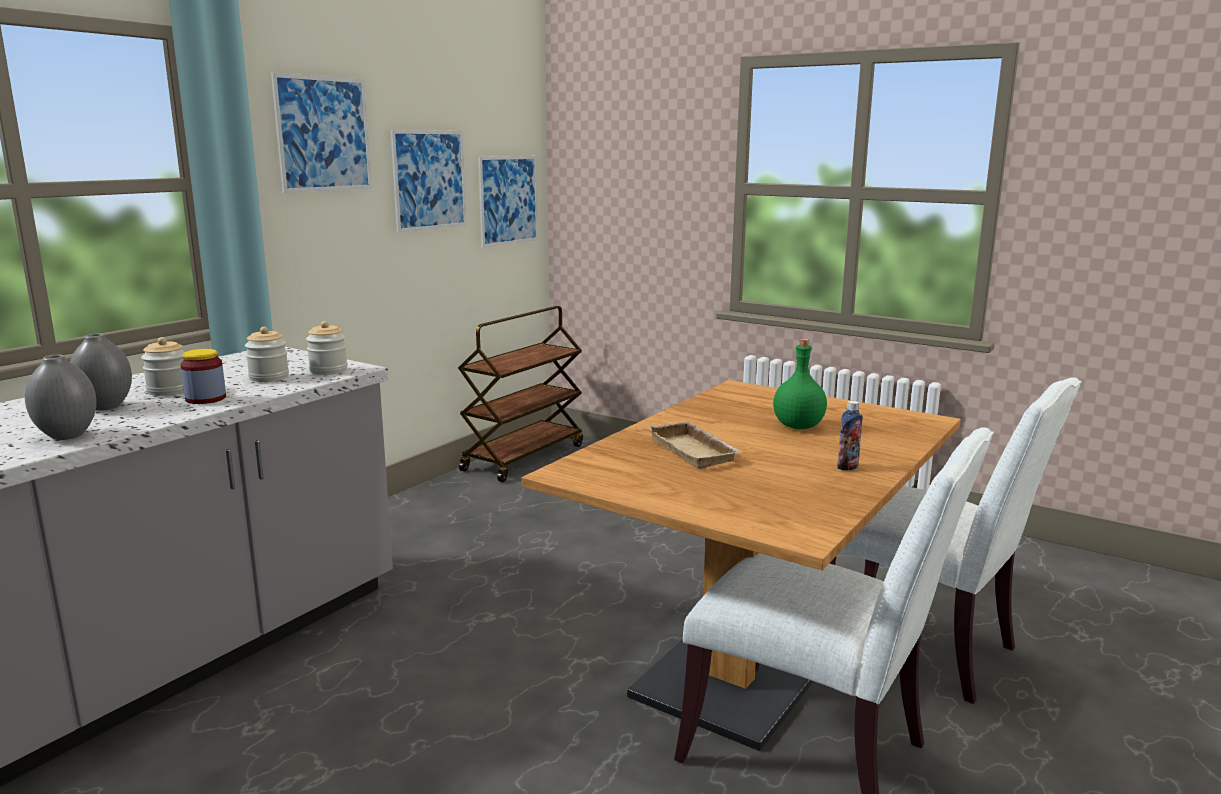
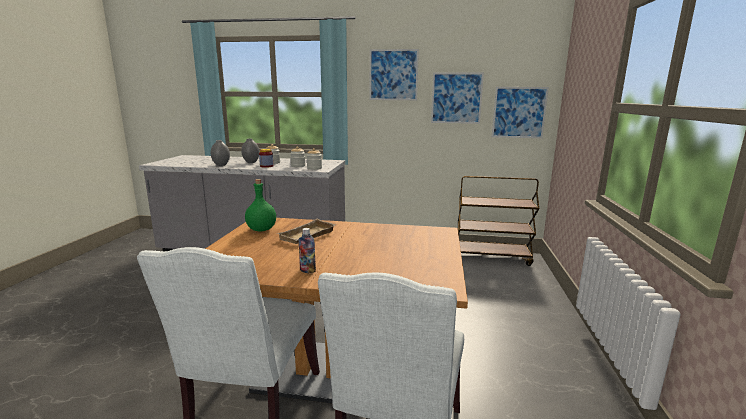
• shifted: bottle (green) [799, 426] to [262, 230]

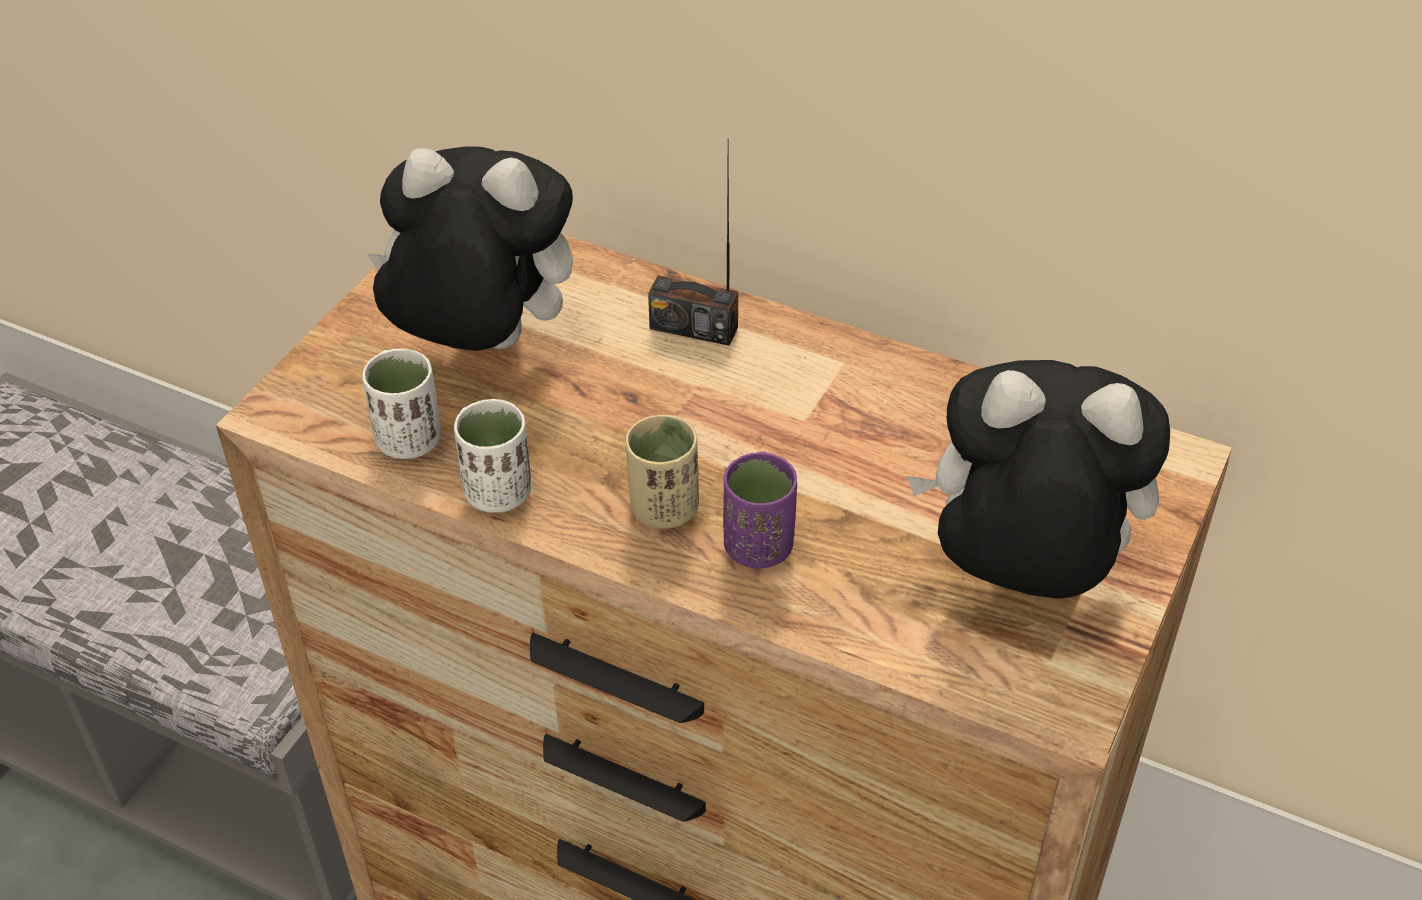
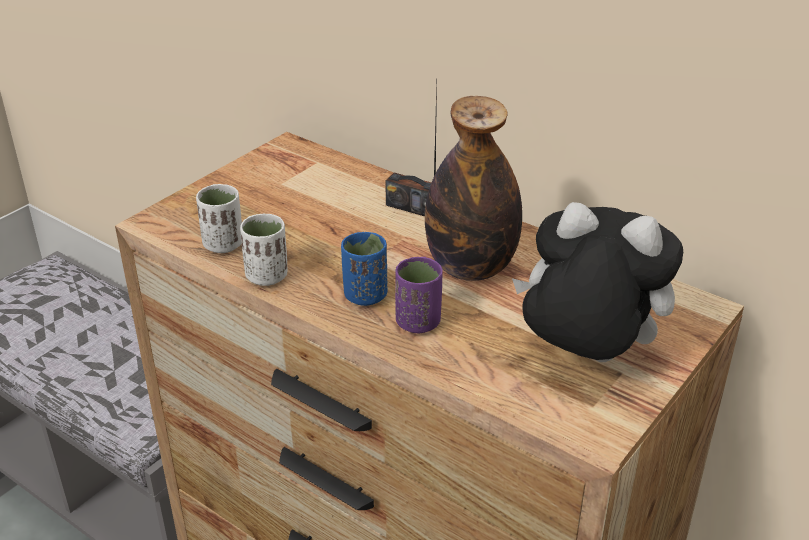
• gone: plush toy [481, 346]
• new: bottle [471, 268]
• repainted: cup (beige) [664, 508] to cup (blue) [365, 296]

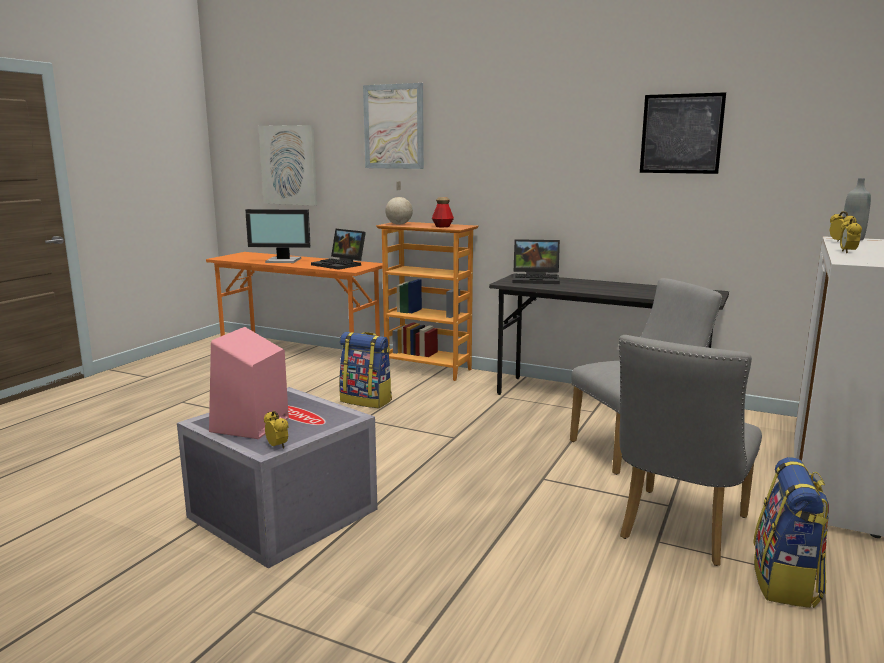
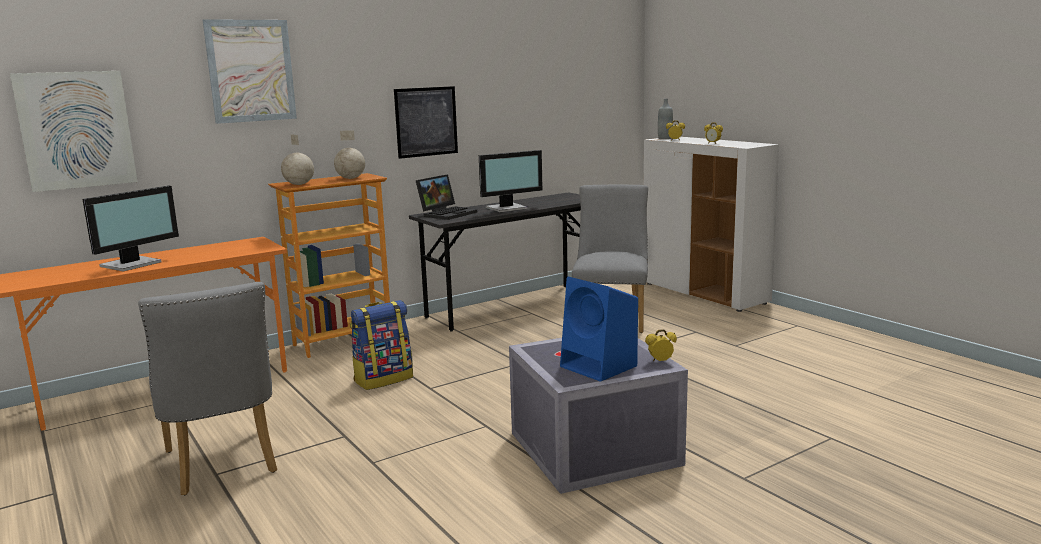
• gone: laptop [340, 264]
• gone: backpack [786, 582]
• new: monitor [507, 208]
• shifted: chair (grey) [678, 531] to [223, 466]
• shifted: picture [681, 134] to [426, 121]
• swapped: bottle [442, 226] to globe [351, 178]
• repainted: speaker (pink) [249, 426] to speaker (blue) [600, 367]

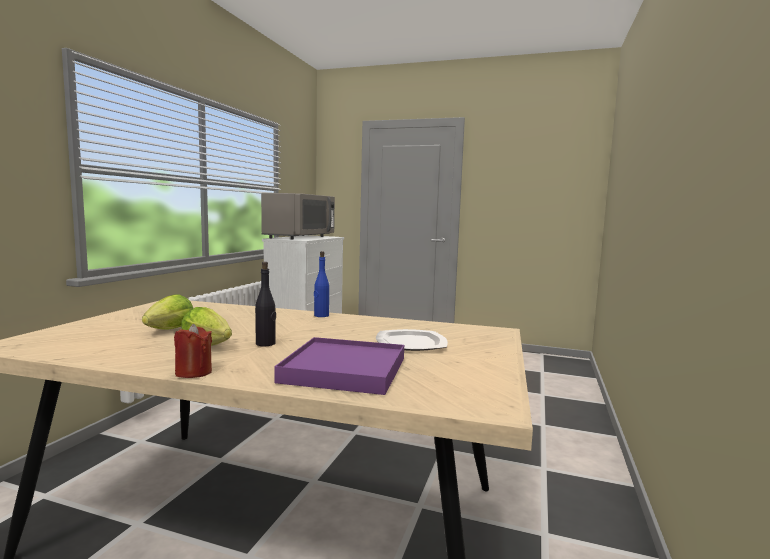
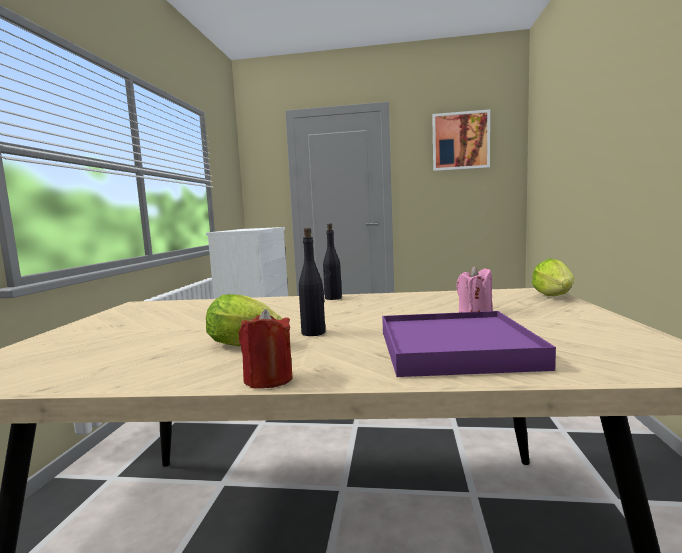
• gone: microwave (grey) [300, 237]
• new: picture [460, 141]
• shifted: lettuce [167, 330] to [555, 297]
• swapped: plate [411, 343] to candle (pink) [474, 311]
• repainted: bottle (blue) [321, 315] to bottle (black) [333, 298]

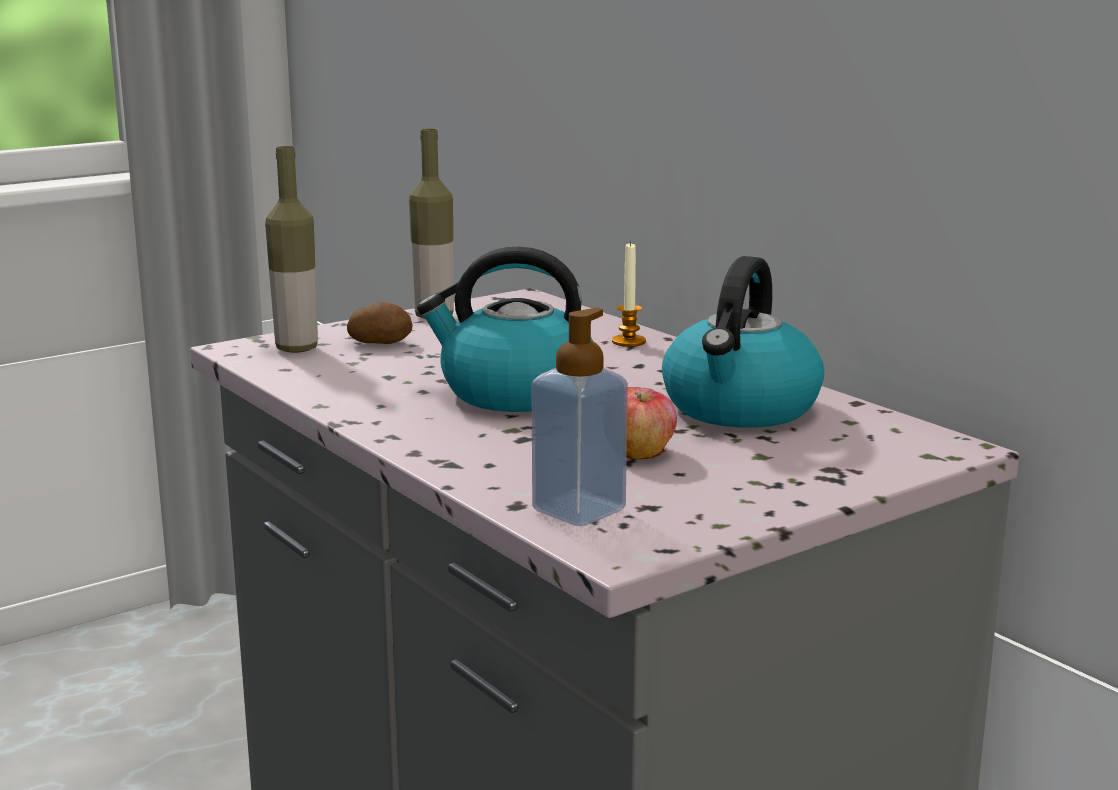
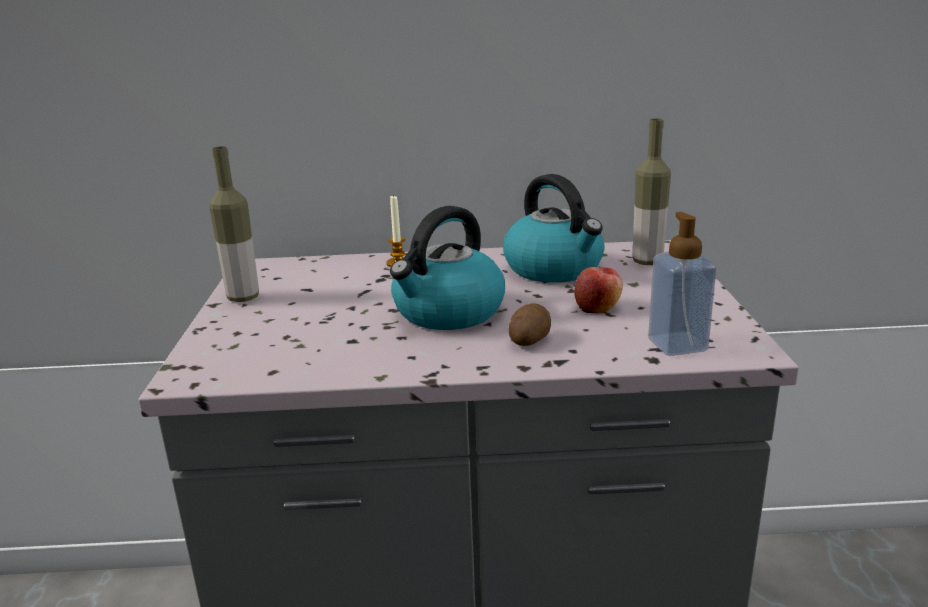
• shifted: bottle [297, 348] to [647, 262]
• shifted: potato [380, 342] to [529, 340]

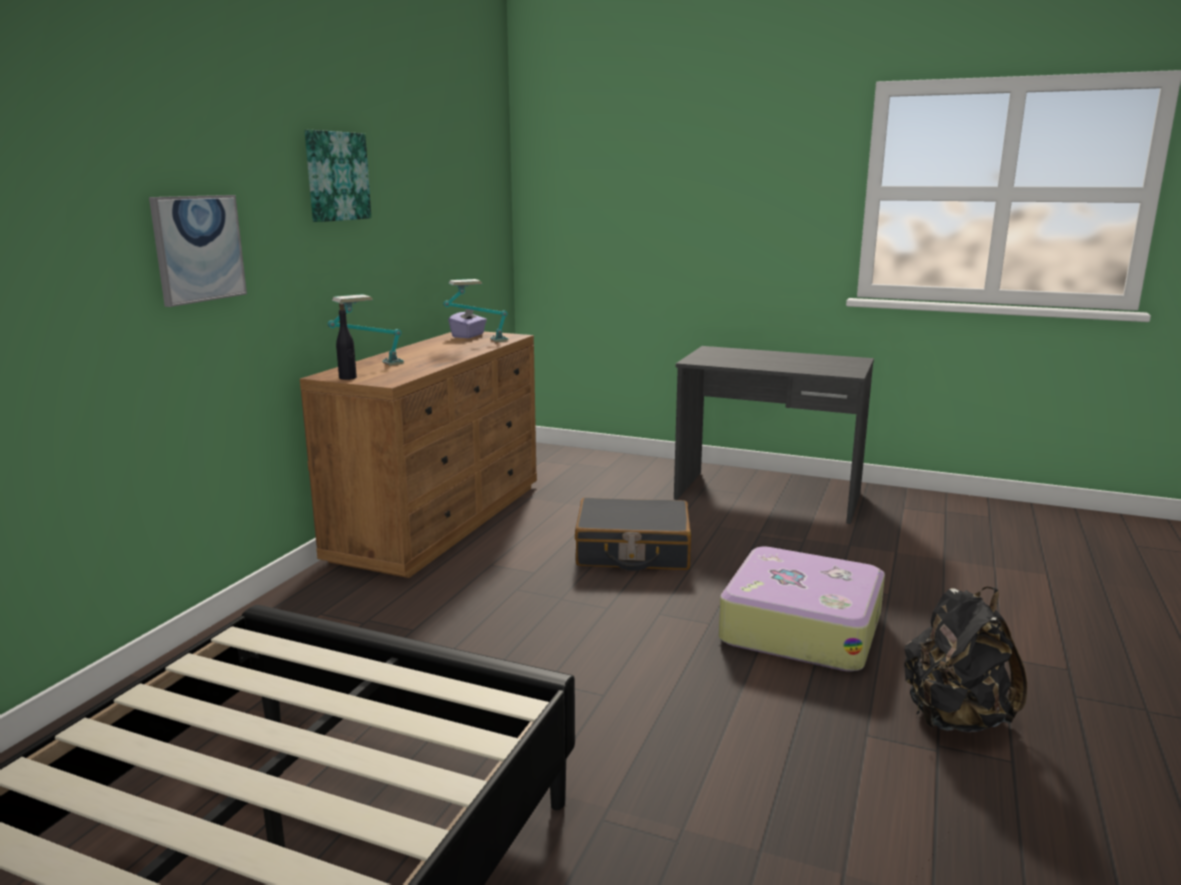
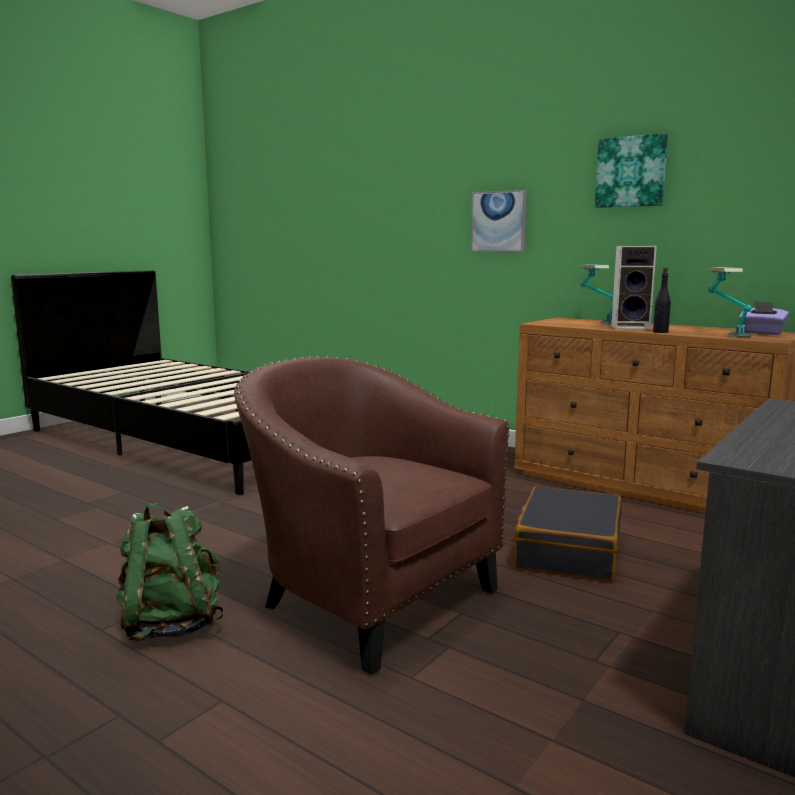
• new: speaker [631, 327]
• shifted: bottle (black) [348, 378] to [660, 332]
• swapped: suitcase [800, 626] to armchair (brown) [367, 598]
• repainted: backpack (black) [954, 718] to backpack (green) [171, 625]

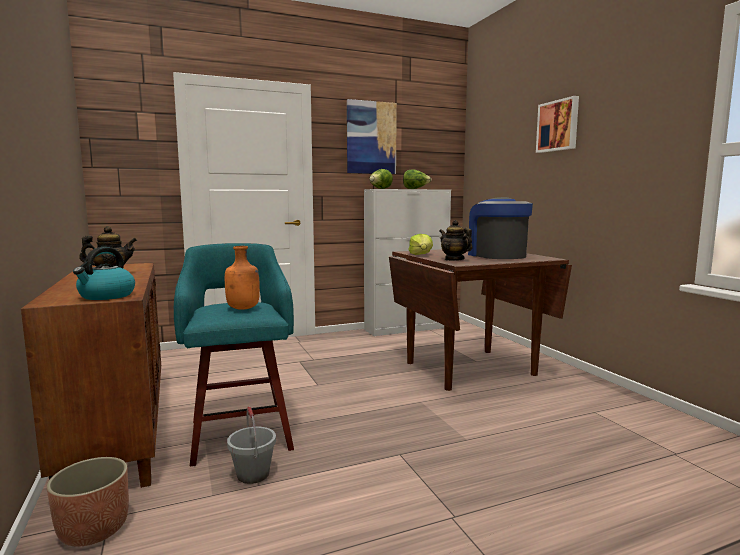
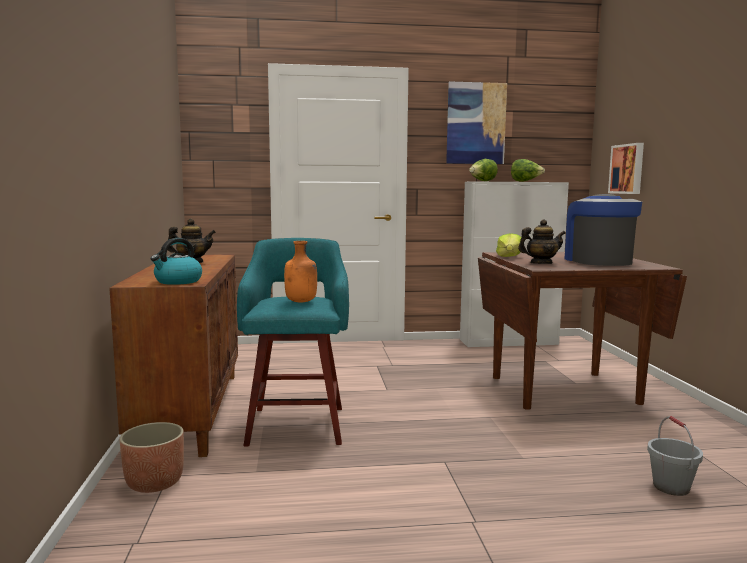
• shifted: bucket (grey) [253, 474] to [671, 487]
• shifted: picture [558, 126] to [627, 169]
• rotated: teapot [454, 259] = [540, 263] 105 degrees clockwise

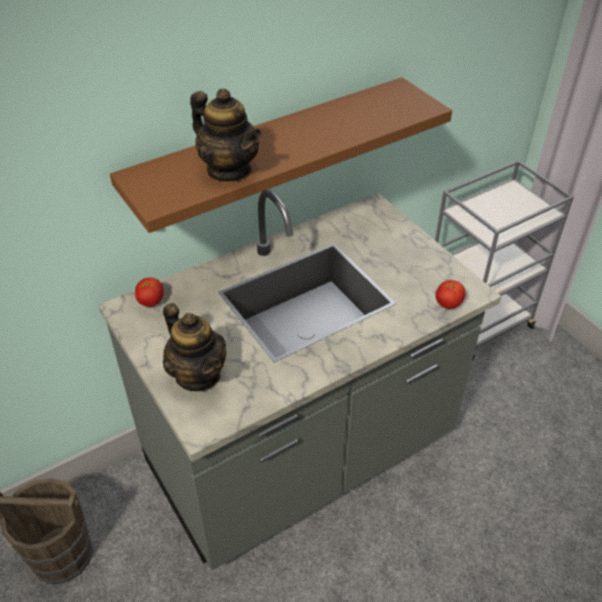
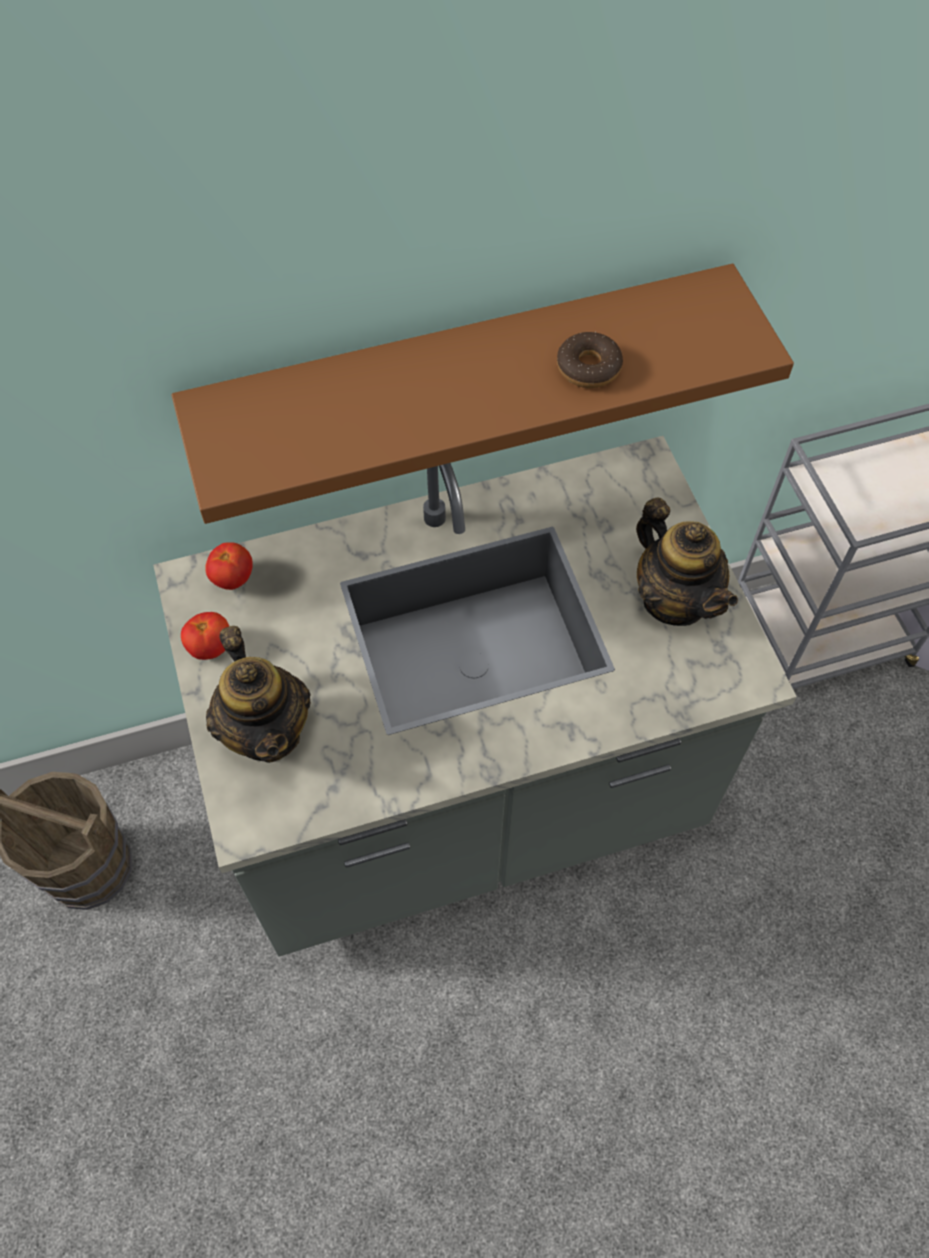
• new: donut [588, 367]
• shifted: teapot [229, 170] to [674, 599]
• shifted: tomato [448, 304] to [211, 647]

